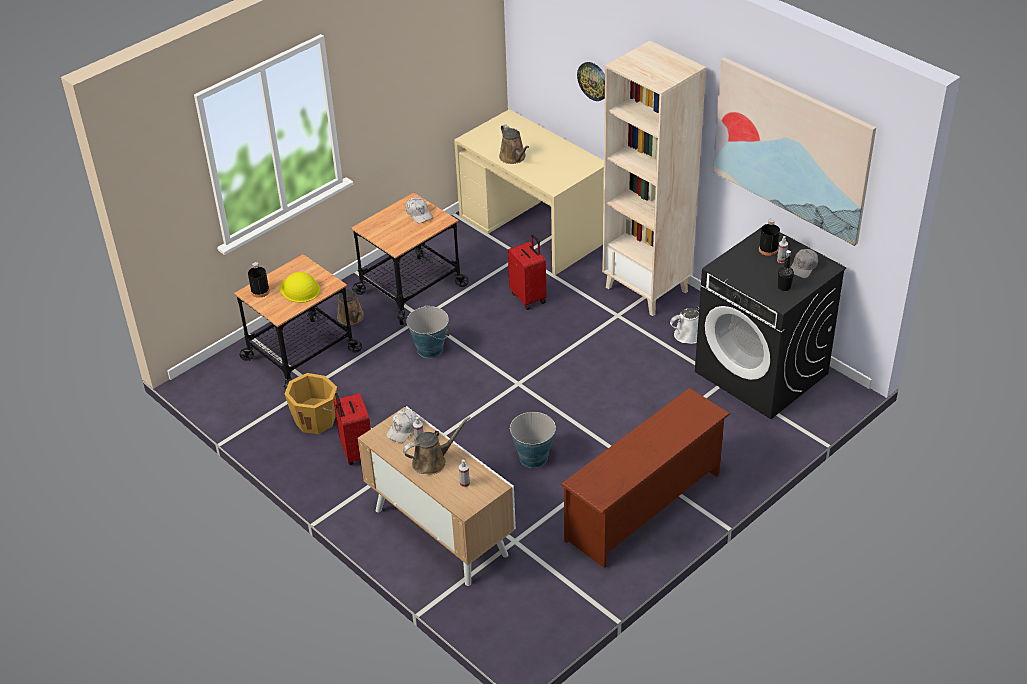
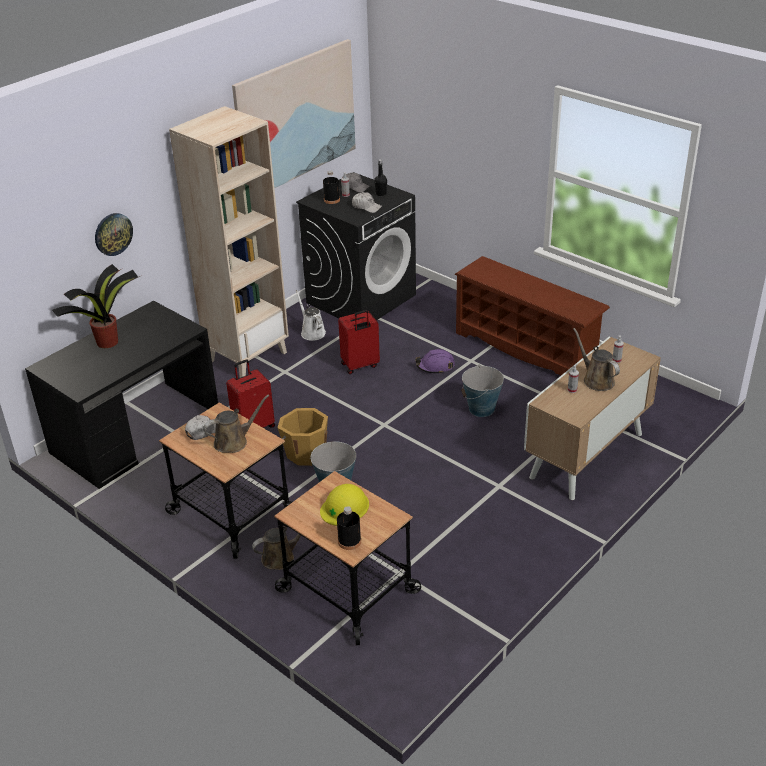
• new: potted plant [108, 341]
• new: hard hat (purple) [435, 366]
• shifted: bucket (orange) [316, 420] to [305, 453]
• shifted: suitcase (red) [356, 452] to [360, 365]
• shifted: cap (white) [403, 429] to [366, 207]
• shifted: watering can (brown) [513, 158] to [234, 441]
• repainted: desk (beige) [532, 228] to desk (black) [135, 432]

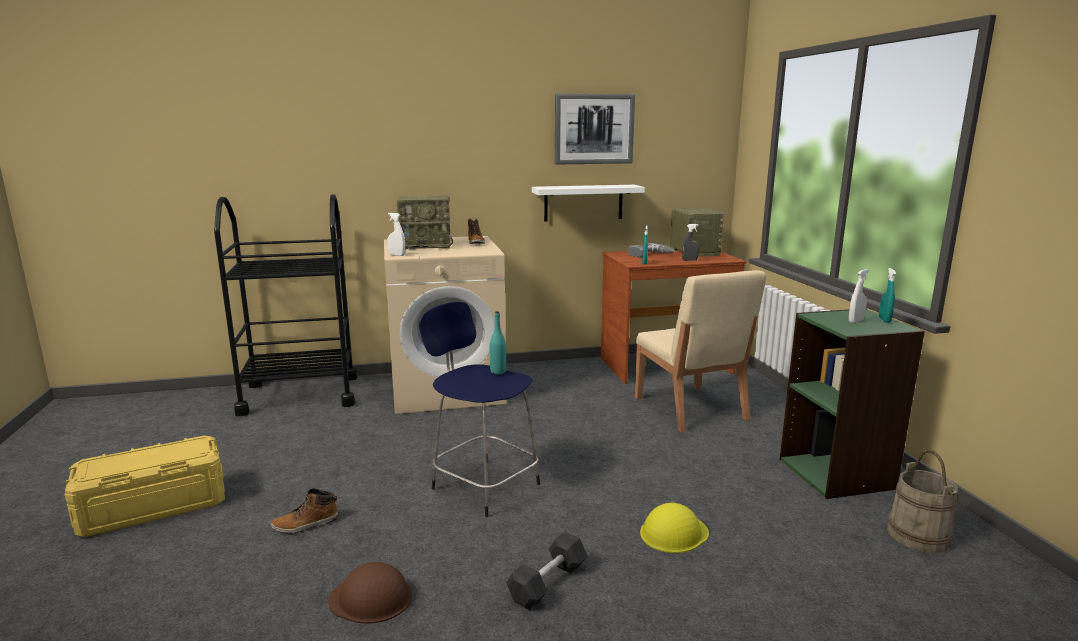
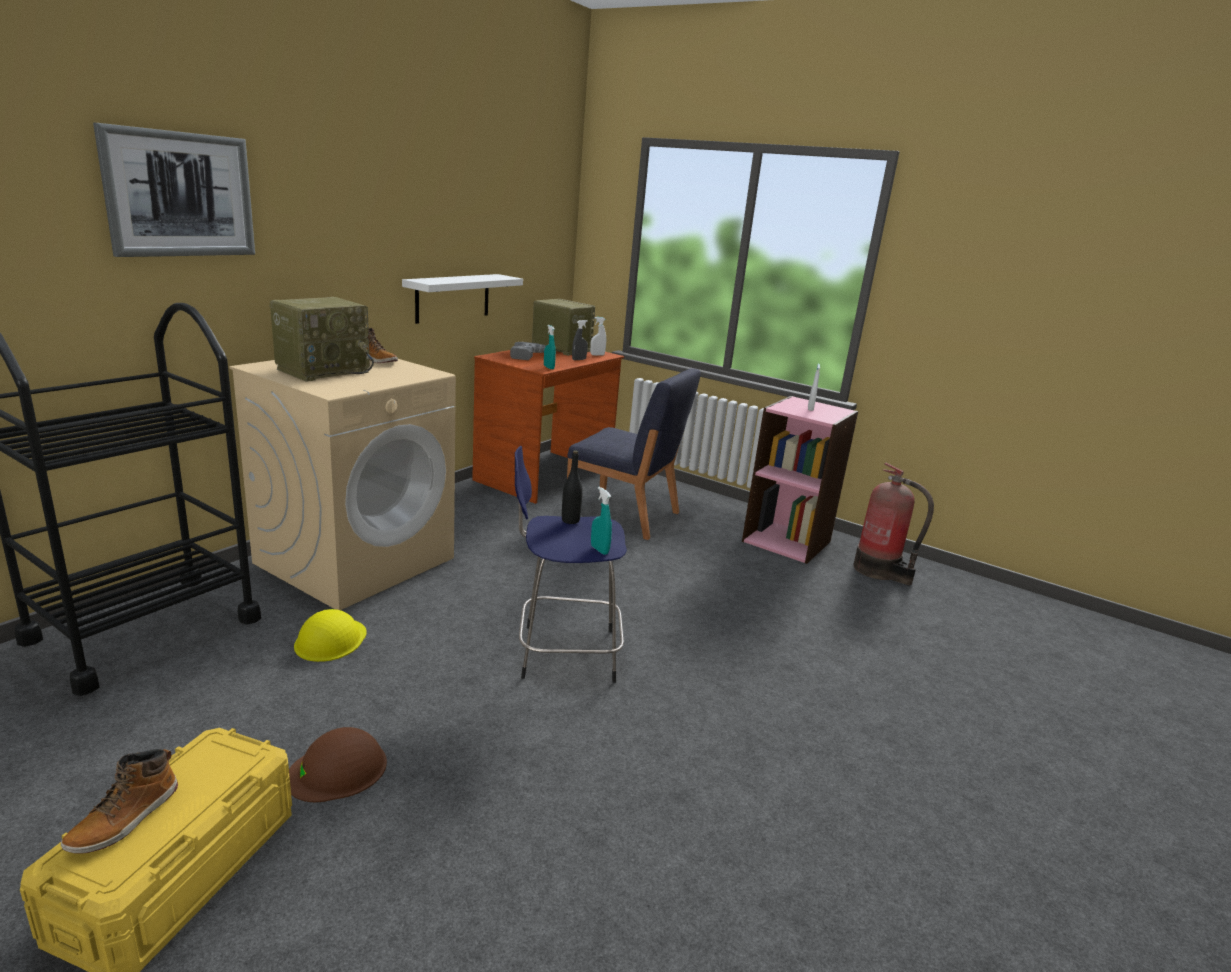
• gone: dumbbell (black) [547, 583]
• shifted: boot [306, 524] to [125, 819]
• shifted: hard hat (brown) [371, 598] to [338, 770]
• shifted: spray bottle (white) [397, 255] to [597, 355]
• shifted: picture [594, 129] to [180, 194]
• shifted: hard hat (yellow) [673, 533] to [330, 640]
• shifted: spray bottle (turquoise) [884, 320] to [599, 550]
• swapped: bucket (beige) [918, 535] to fire extinguisher [879, 571]
• repainted: bottle (turquoise) [498, 371] to bottle (black) [570, 520]
• repainted: chair (beige) [690, 409] to chair (blue) [624, 515]
• repainted: bookcase (green) [837, 473] to bookcase (pink) [787, 541]

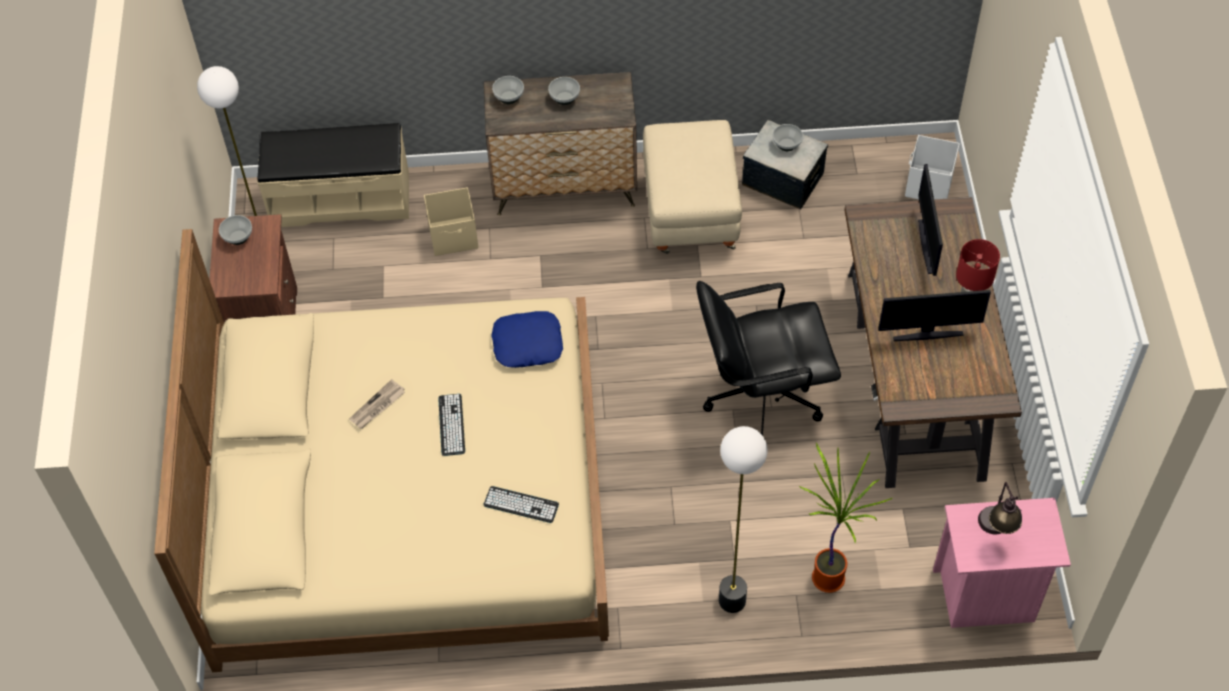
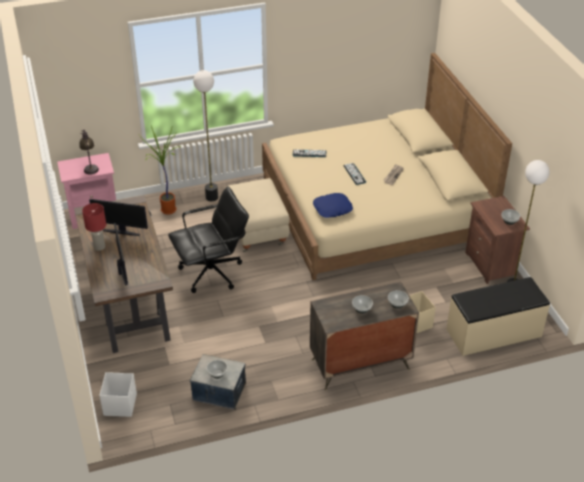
• shifted: ottoman (beige) [689, 212] to [258, 231]
• rotated: monitor [927, 334] = [122, 232] 150 degrees counterclockwise

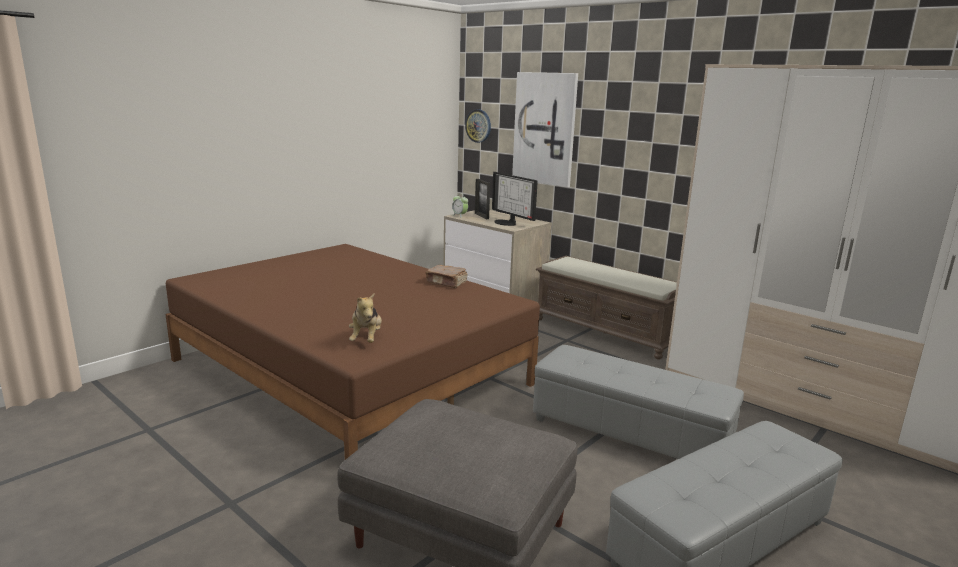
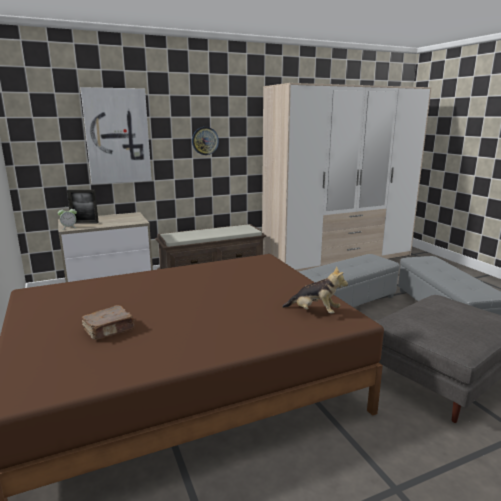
• gone: monitor [507, 222]
• shifted: book (brown) [446, 283] to [110, 330]
• shifted: wall clock [478, 126] to [205, 141]

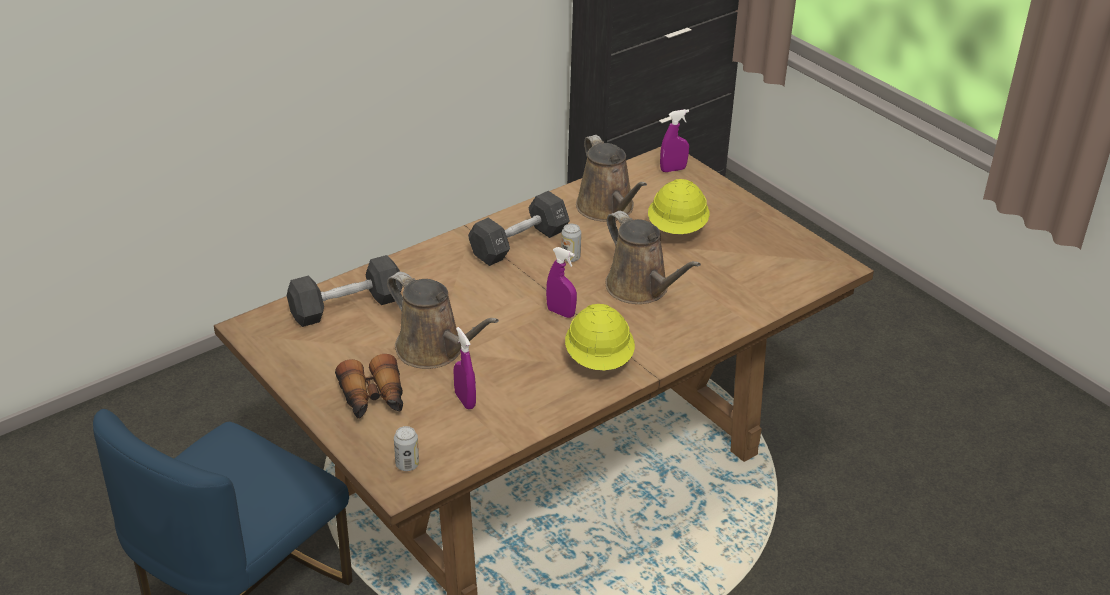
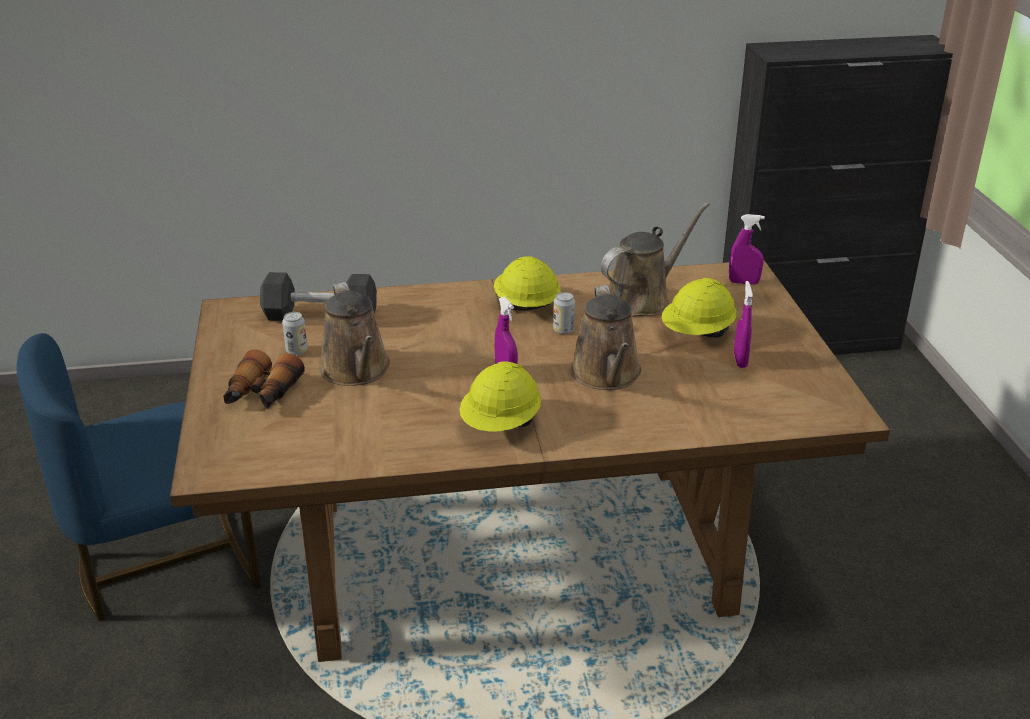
• shifted: can [407, 465] to [296, 351]
• shifted: spray bottle (purple) [465, 400] to [740, 360]
• swapped: dumbbell (black) [519, 243] to hard hat (yellow) [526, 306]
• rotated: watering can (brown) [608, 209] = [642, 299] 135 degrees counterclockwise

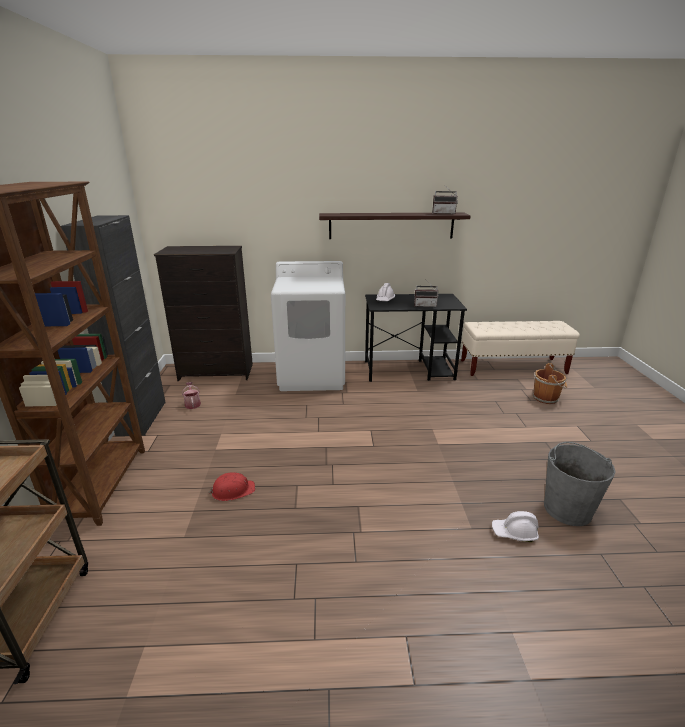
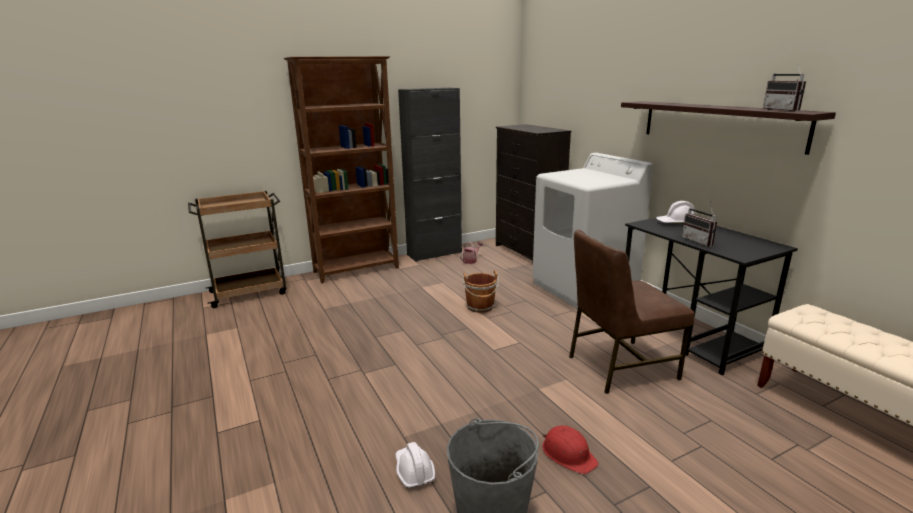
• new: chair (brown) [619, 367]
• shifted: hard hat (red) [233, 490] to [568, 454]
• shifted: bucket (brown) [546, 398] to [480, 307]

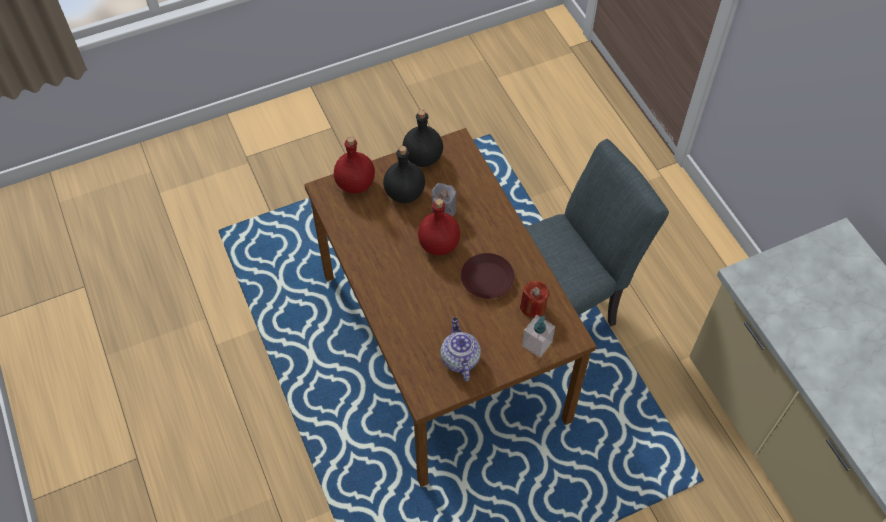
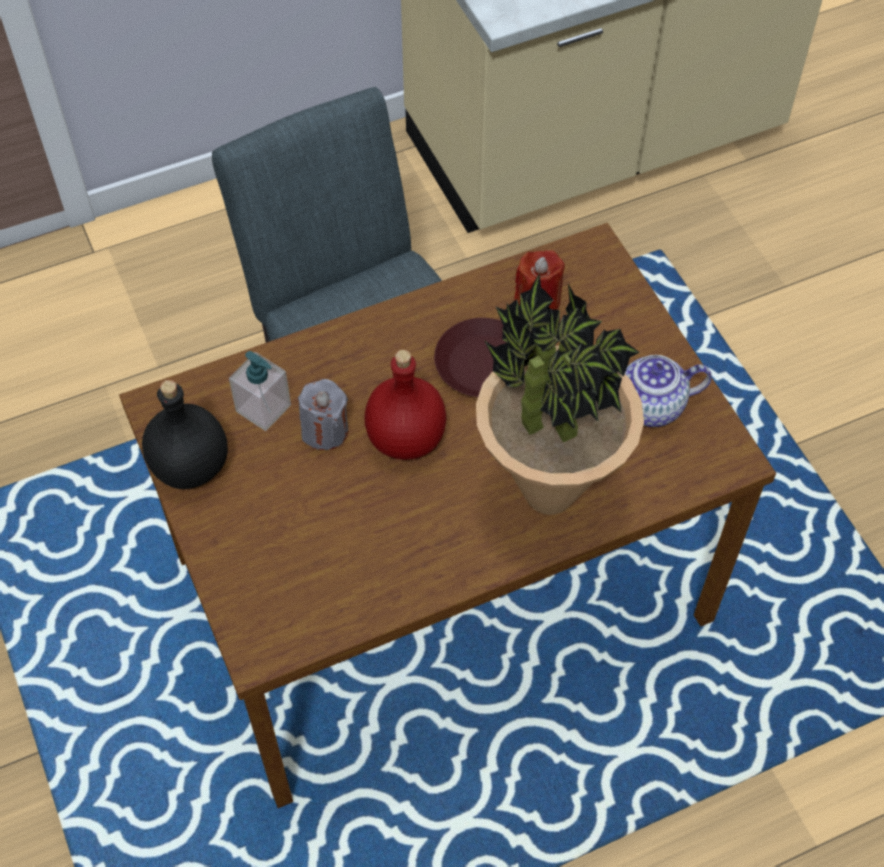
• gone: bottle (red) [356, 184]
• gone: bottle (black) [405, 193]
• new: potted plant [548, 493]
• shifted: soap dispenser [537, 344] to [264, 408]

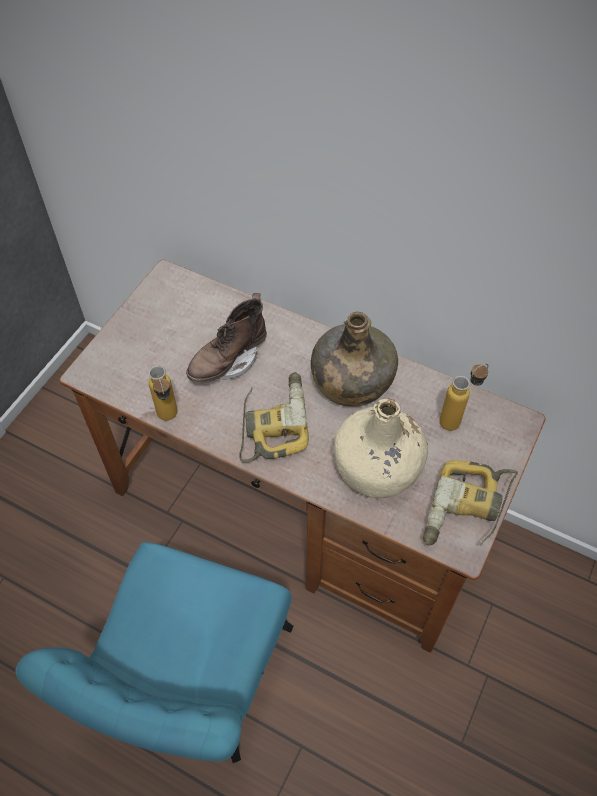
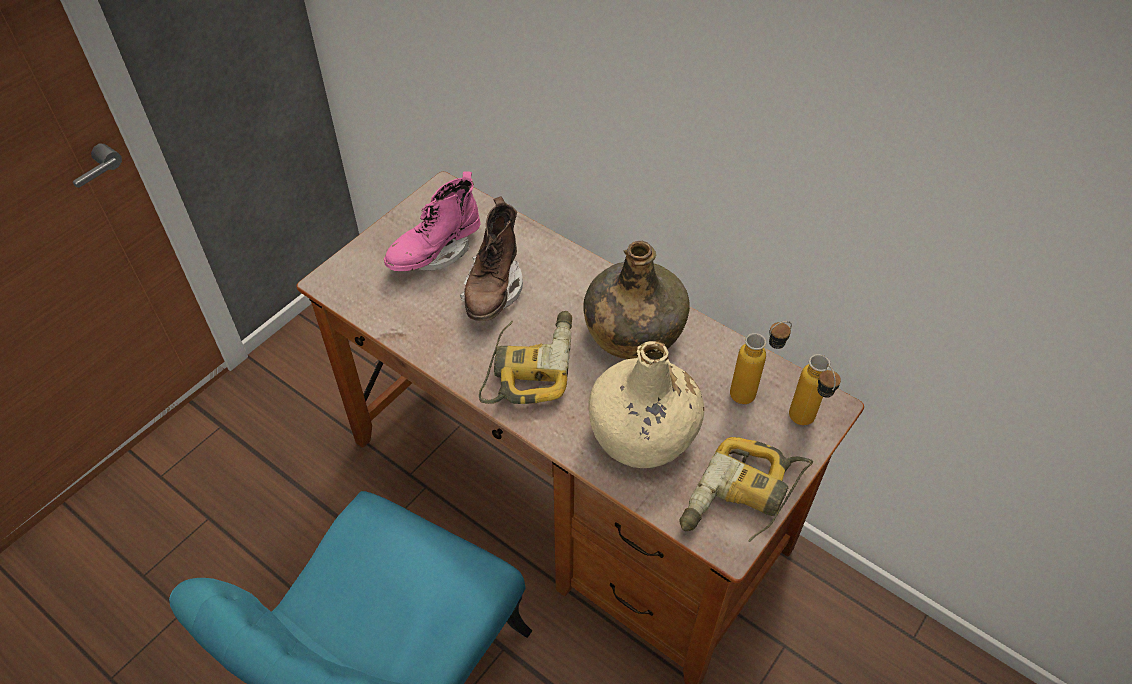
• new: boot (pink) [435, 252]
• shifted: bottle [169, 420] to [805, 425]
• rotated: boot (brown) [228, 361] = [493, 290] 45 degrees counterclockwise

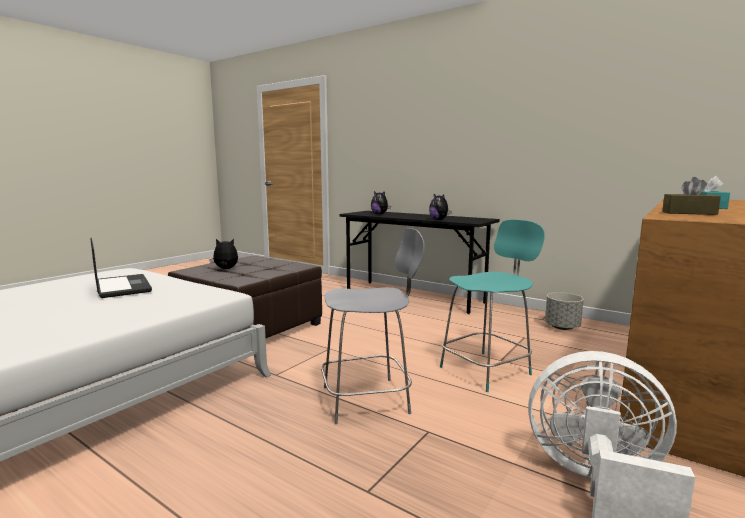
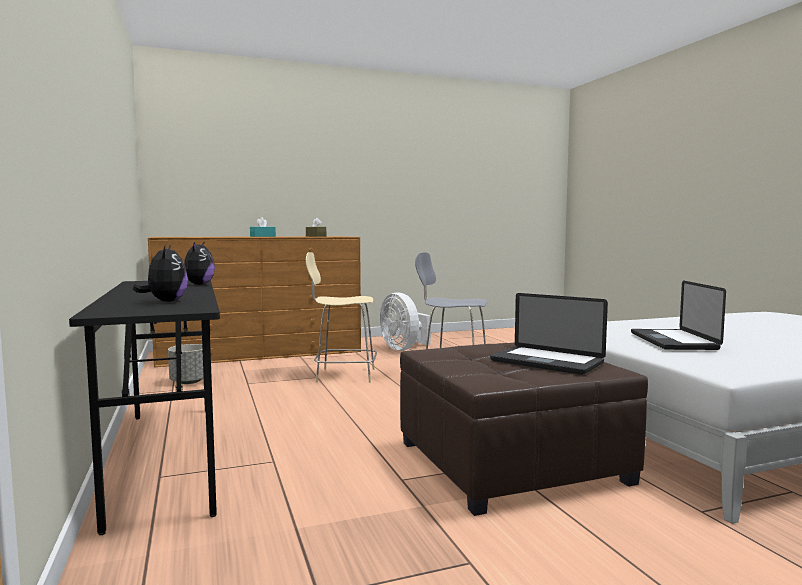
• swapped: plush toy [225, 269] to laptop [546, 362]
• repainted: chair (turquoise) [487, 370] to chair (beige) [343, 375]

